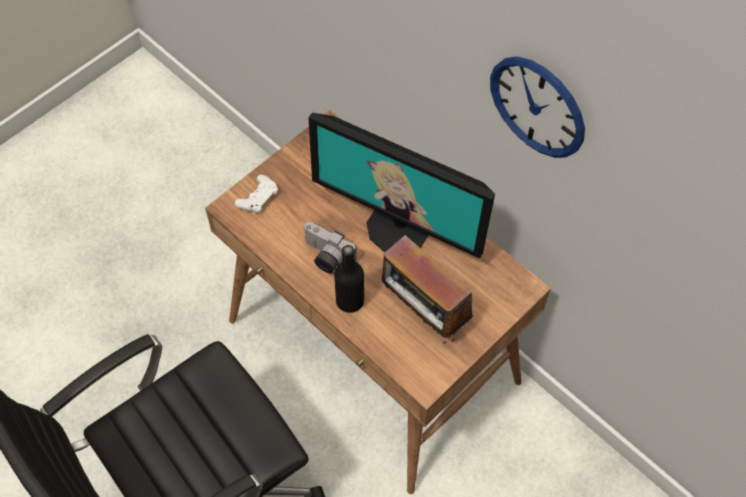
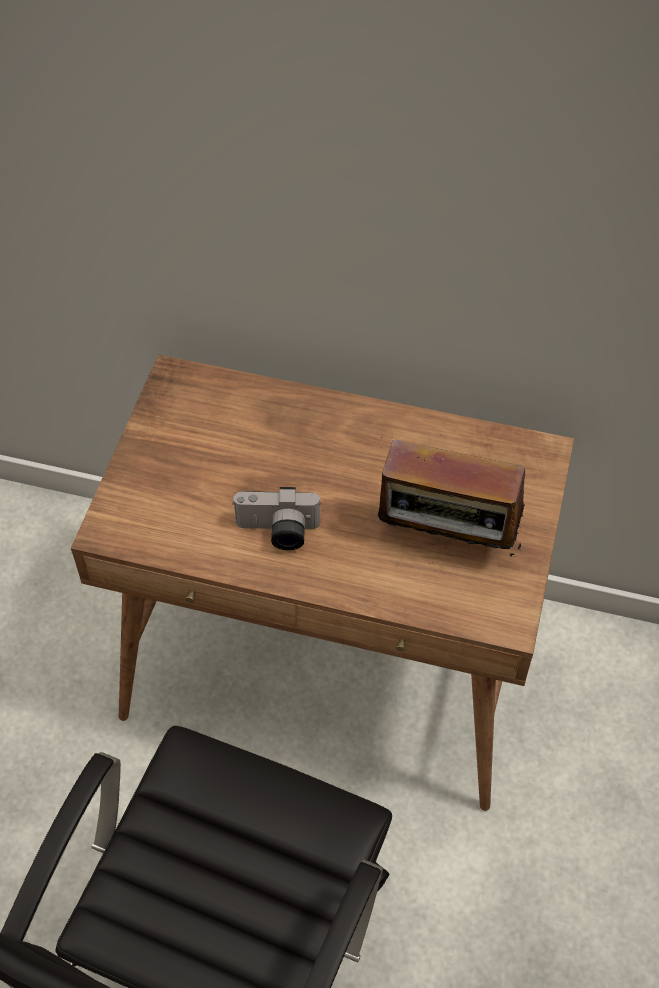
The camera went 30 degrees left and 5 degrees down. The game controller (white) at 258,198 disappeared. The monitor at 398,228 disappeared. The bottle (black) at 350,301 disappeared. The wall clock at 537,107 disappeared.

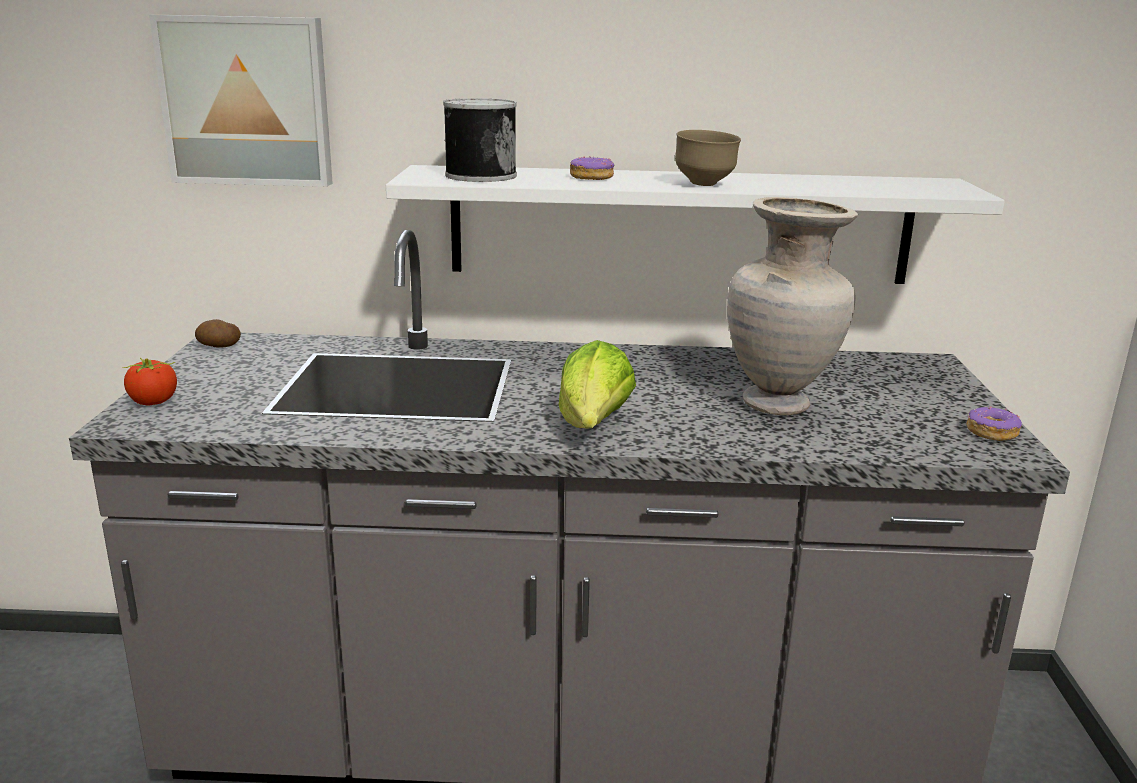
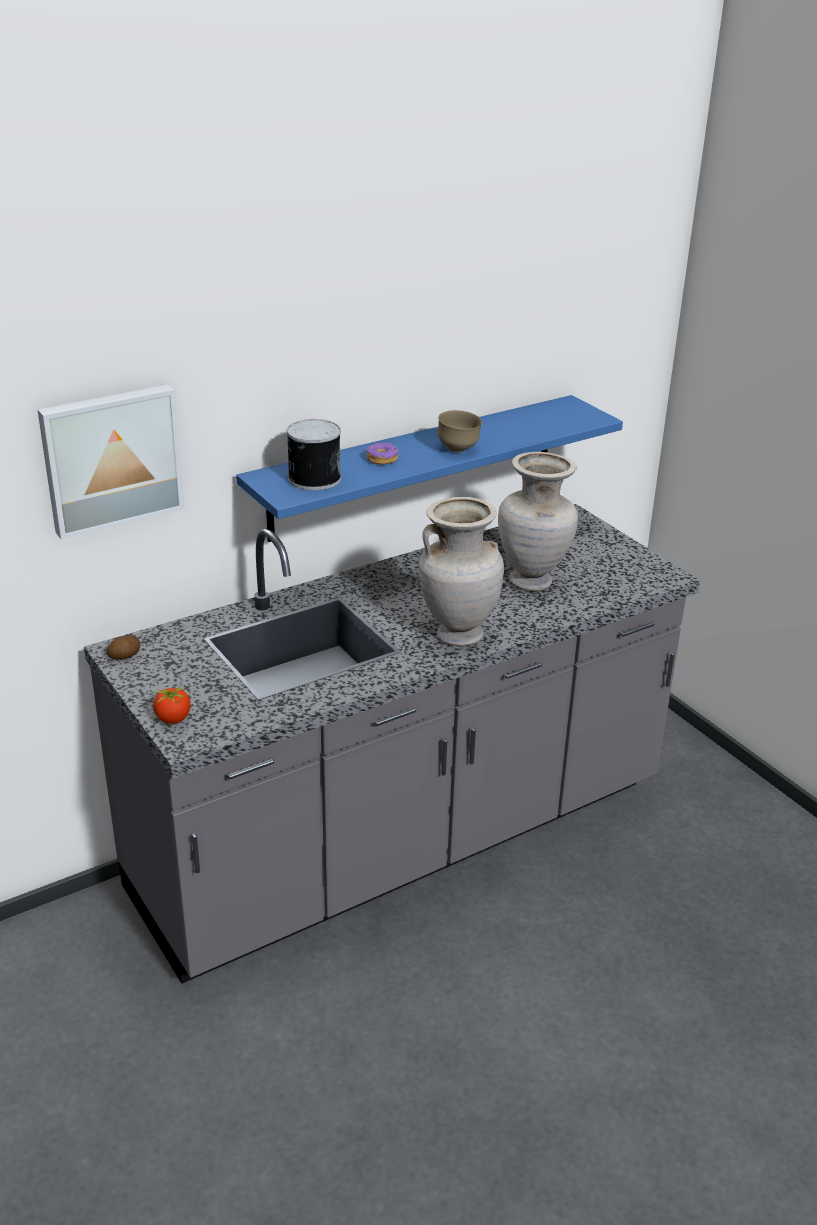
The camera went 35 degrees left and 10 degrees up. The shelf (white) at 679,225 became the shelf (blue) at 415,467. The lettuce at 593,426 was replaced by the vase (beige) at 458,635. The donut at 991,432 disappeared.

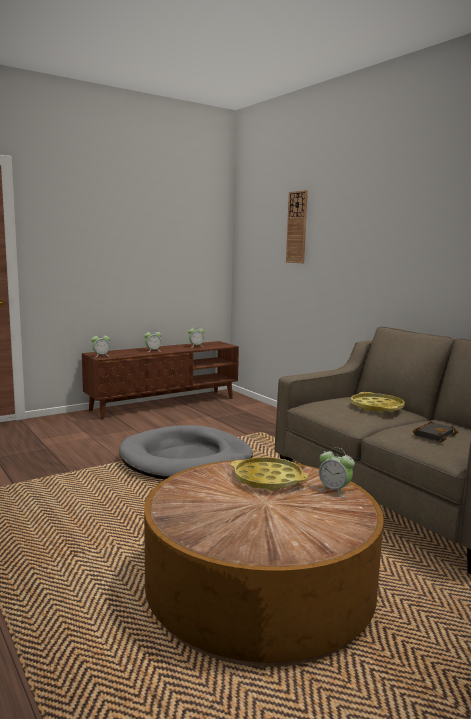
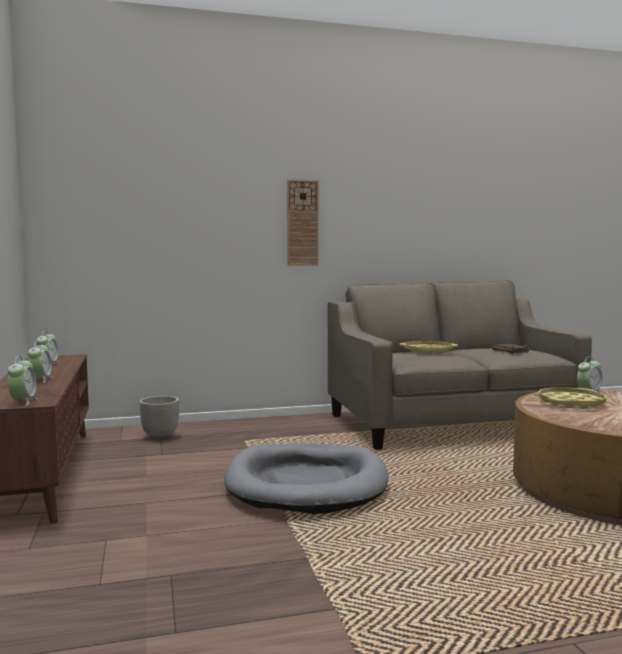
The camera went 70 degrees left and 5 degrees down. The wall clock moved from 297,227 to 302,223. The planter at 159,436 appeared.

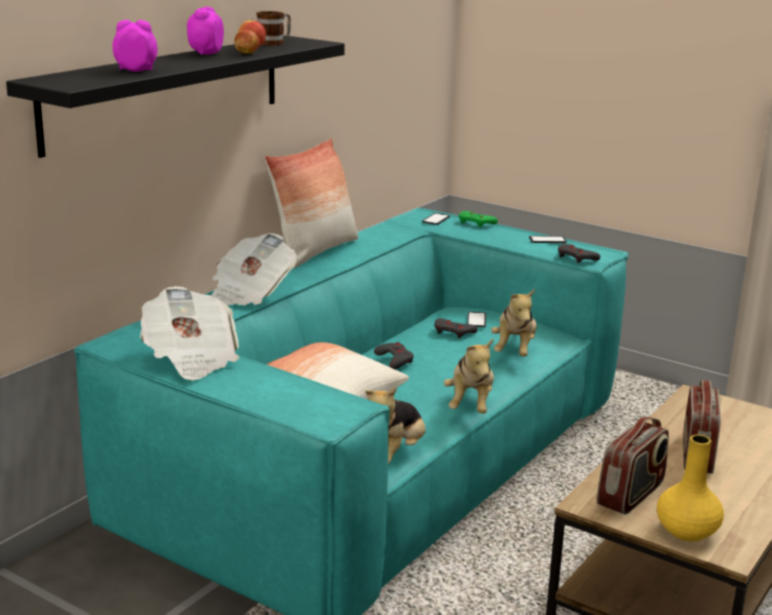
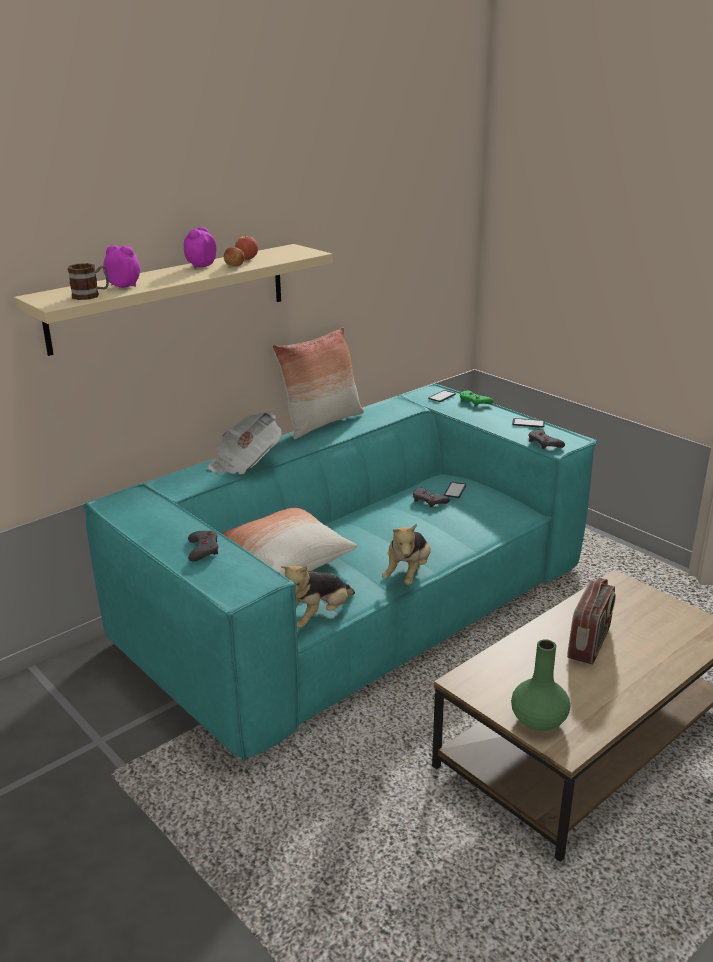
The camera went 15 degrees right and 5 degrees up. The shelf (black) at 167,91 became the shelf (beige) at 171,297. The newspaper at 191,358 disappeared. The mug moved from 275,43 to 91,295. The game controller (grey) moved from 394,360 to 203,549. The plush toy at 514,350 disappeared. The radio at 631,495 disappeared. The vase (yellow) at 686,531 became the vase (green) at 538,720.

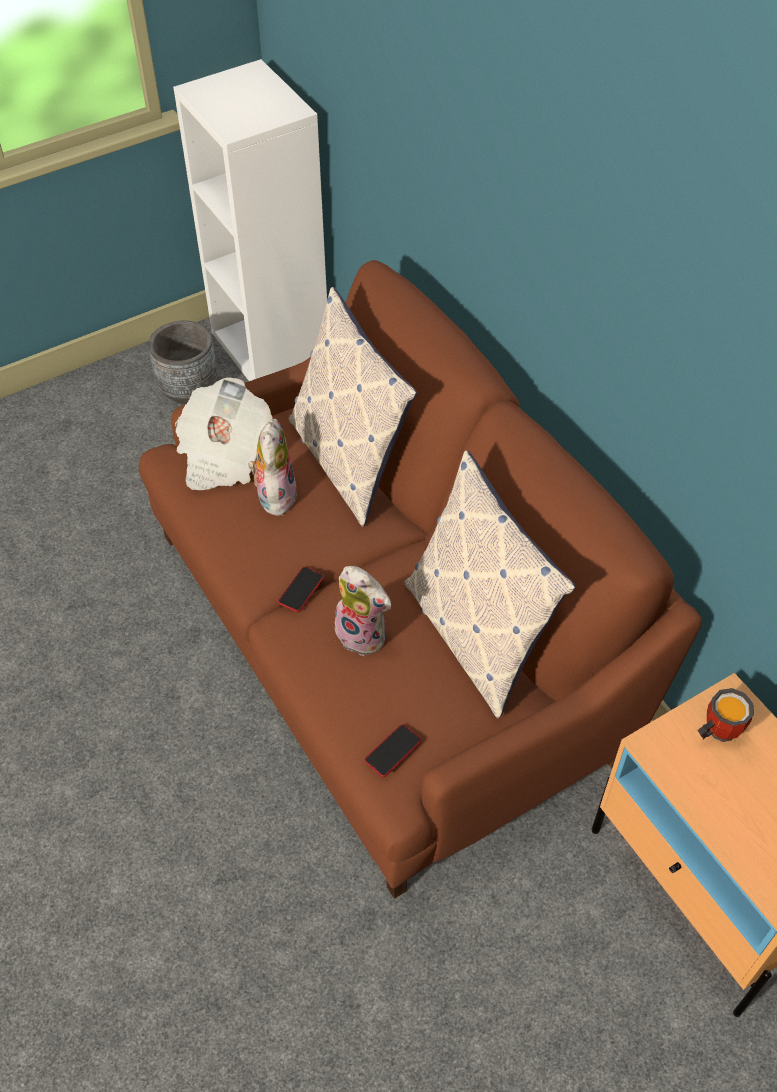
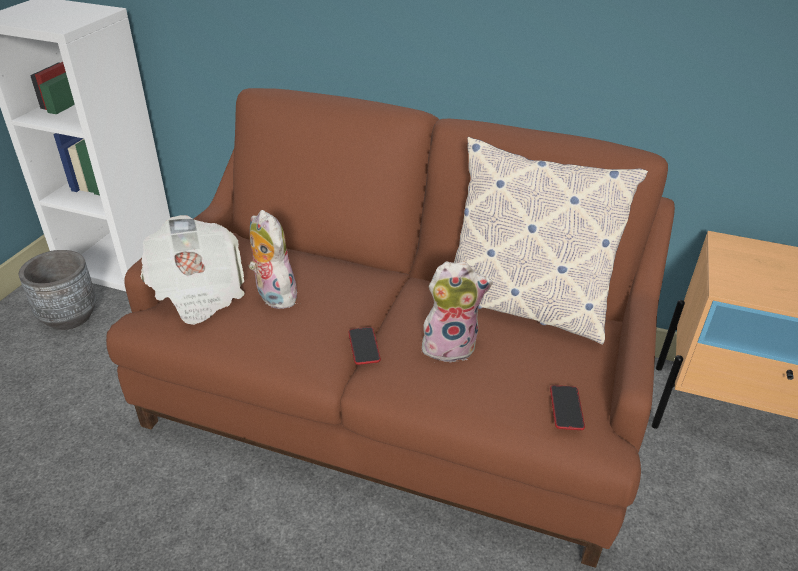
The camera went 40 degrees left and 15 degrees down. The pillow at 349,461 disappeared. The mug at 716,730 disappeared.

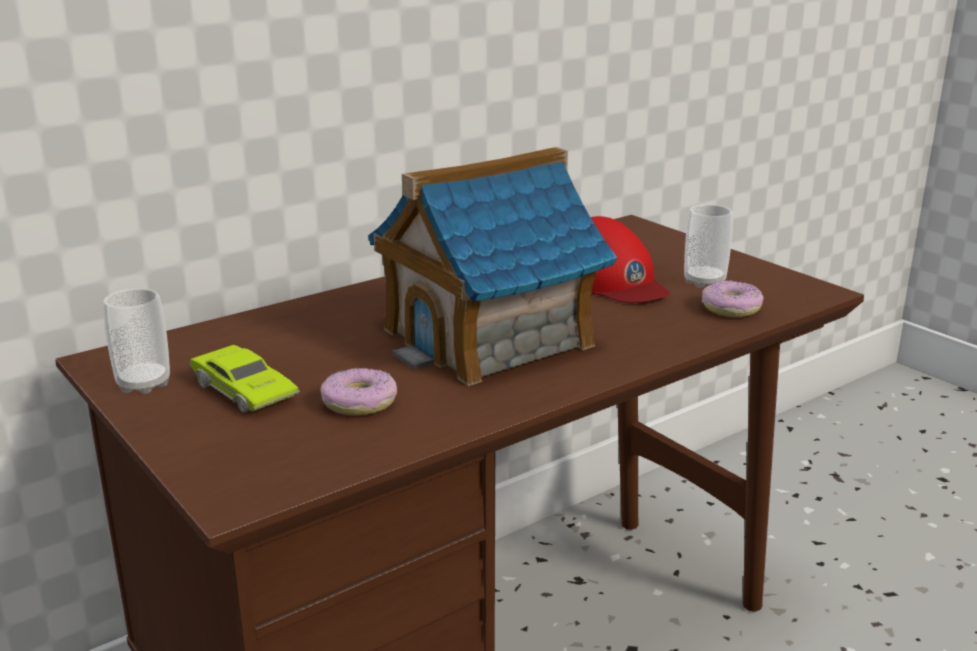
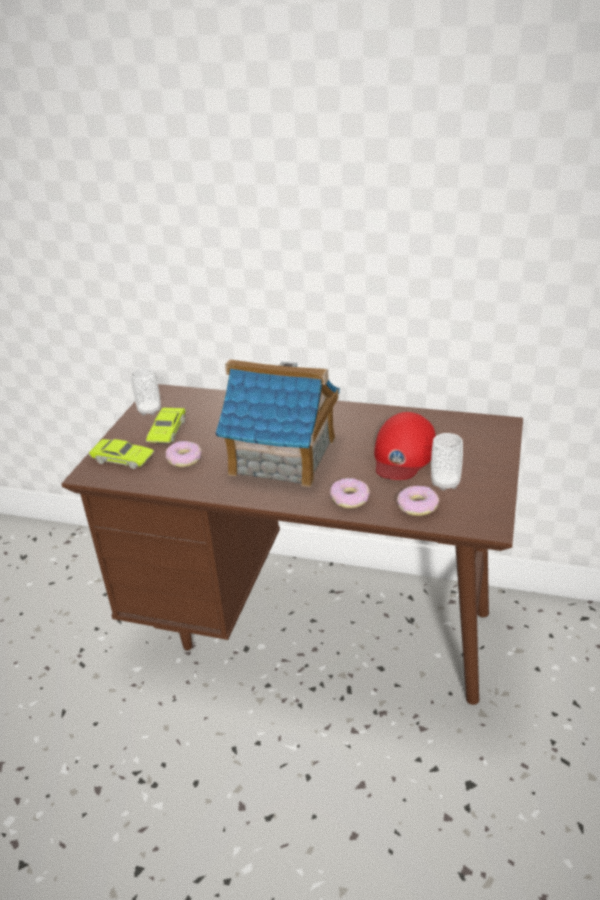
The camera went 55 degrees right and 10 degrees up. The toy car (green) at 123,459 appeared. The donut at 350,498 appeared.

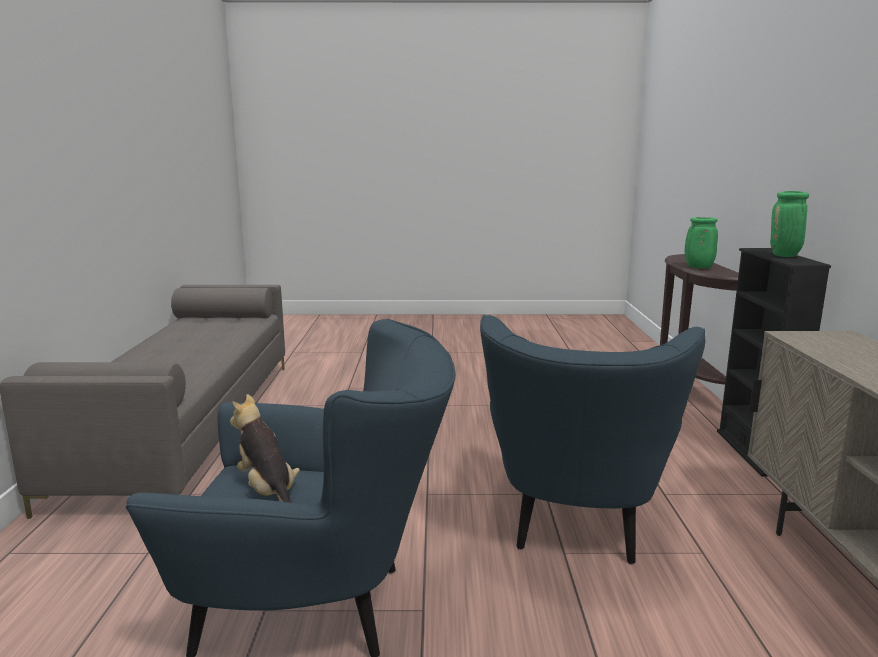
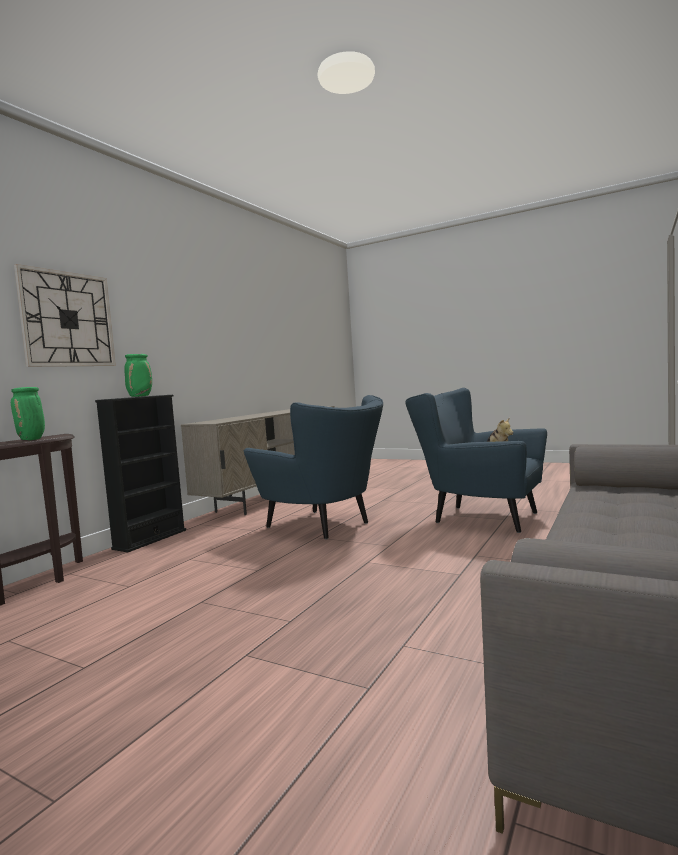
The camera went 150 degrees left and 10 degrees down. The armchair (blue) at 576,524 turned 90 degrees clockwise. The wall clock at 67,319 appeared.

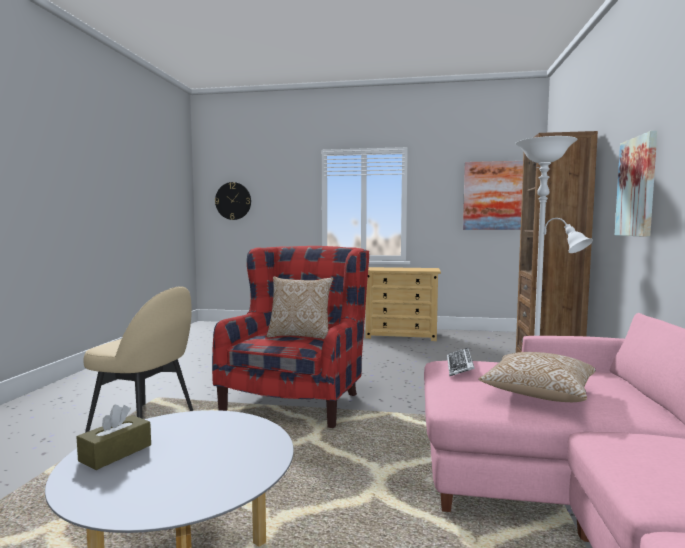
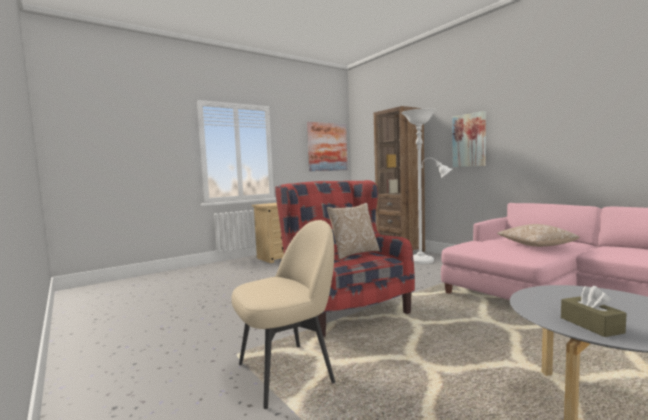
The camera went 45 degrees left and 0 degrees up. The wall clock at 233,201 disappeared. The keyboard at 460,366 disappeared.

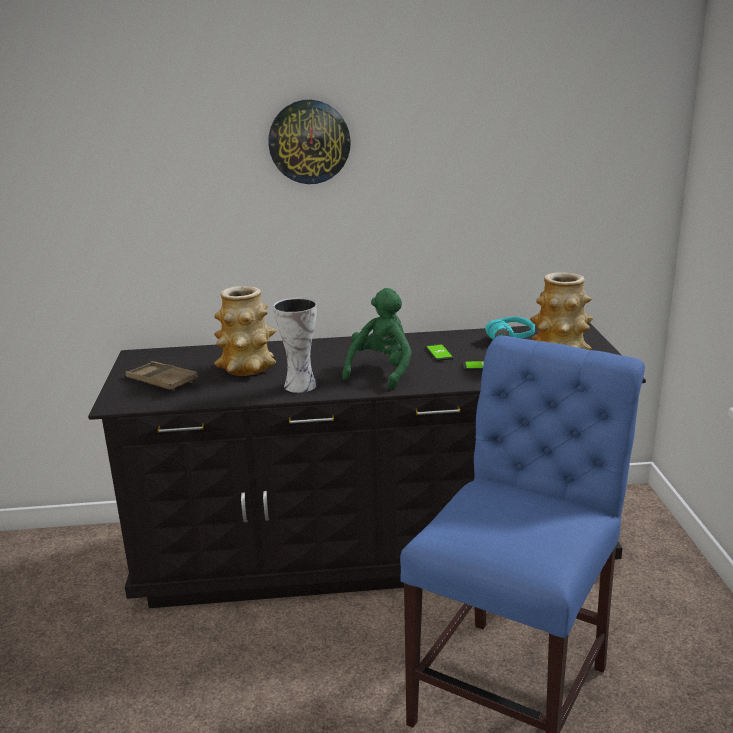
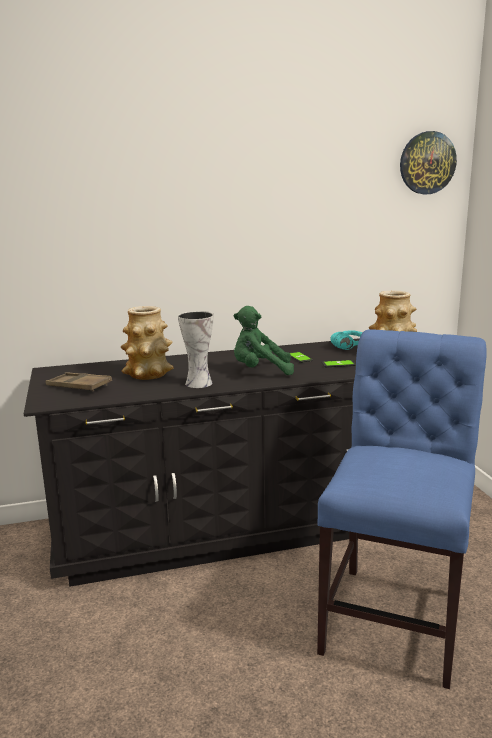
The camera went 10 degrees left and 5 degrees down. The wall clock moved from 309,142 to 427,163. The plush toy (green) at 381,371 turned 105 degrees counterclockwise.

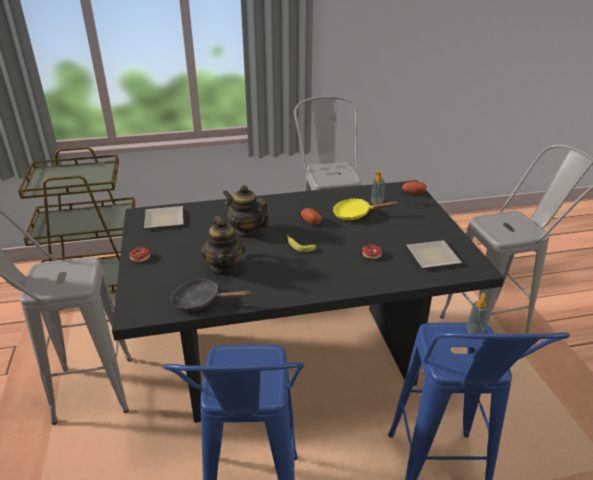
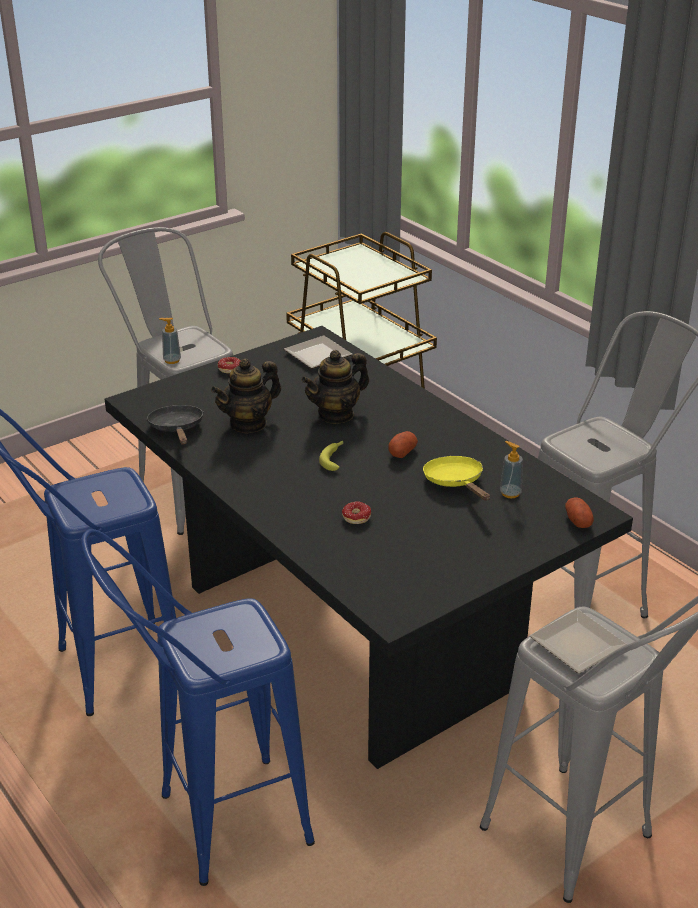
The camera went 65 degrees right and 0 degrees up. The teapot at 246,232 turned 135 degrees counterclockwise. The plate moved from 430,256 to 577,642. The soap dispenser moved from 474,331 to 172,360.

